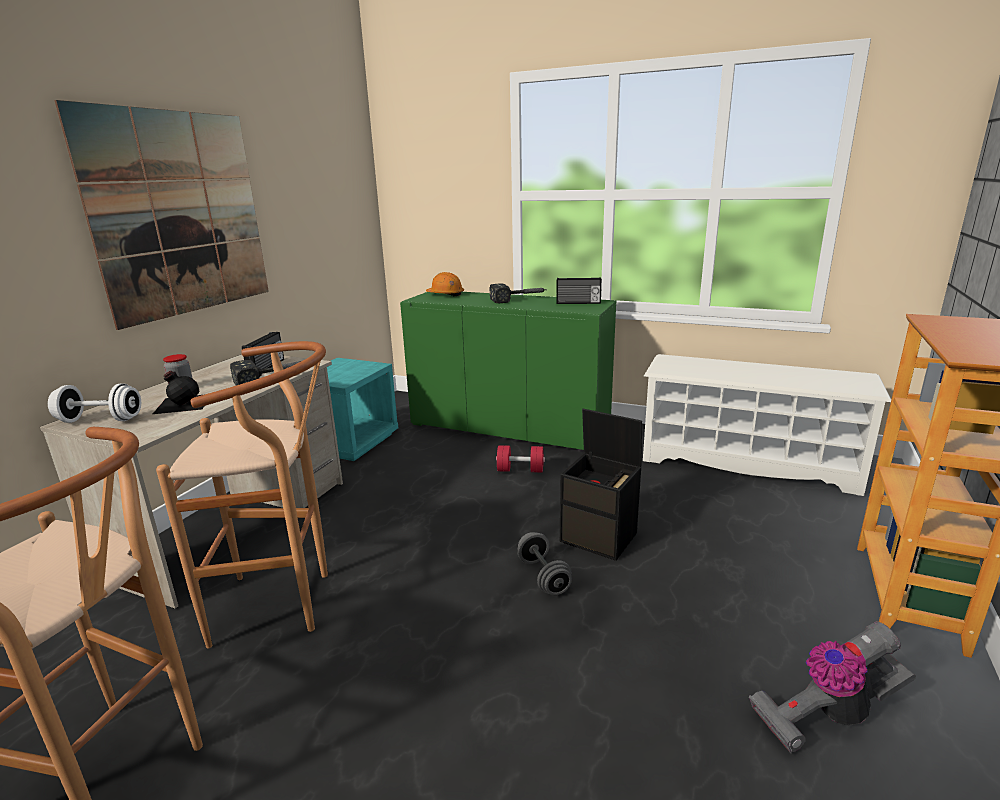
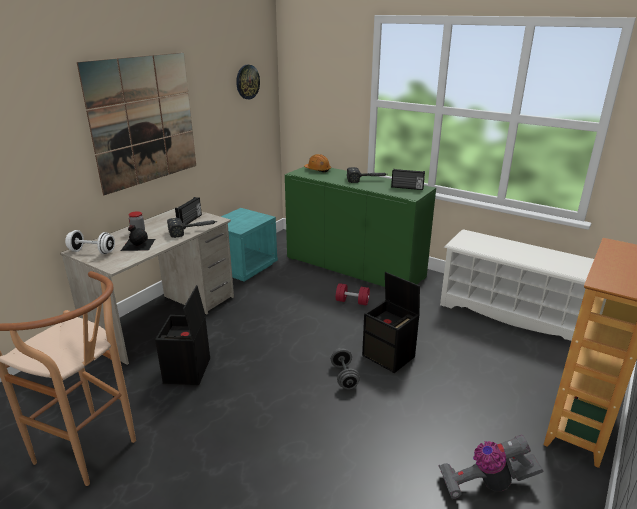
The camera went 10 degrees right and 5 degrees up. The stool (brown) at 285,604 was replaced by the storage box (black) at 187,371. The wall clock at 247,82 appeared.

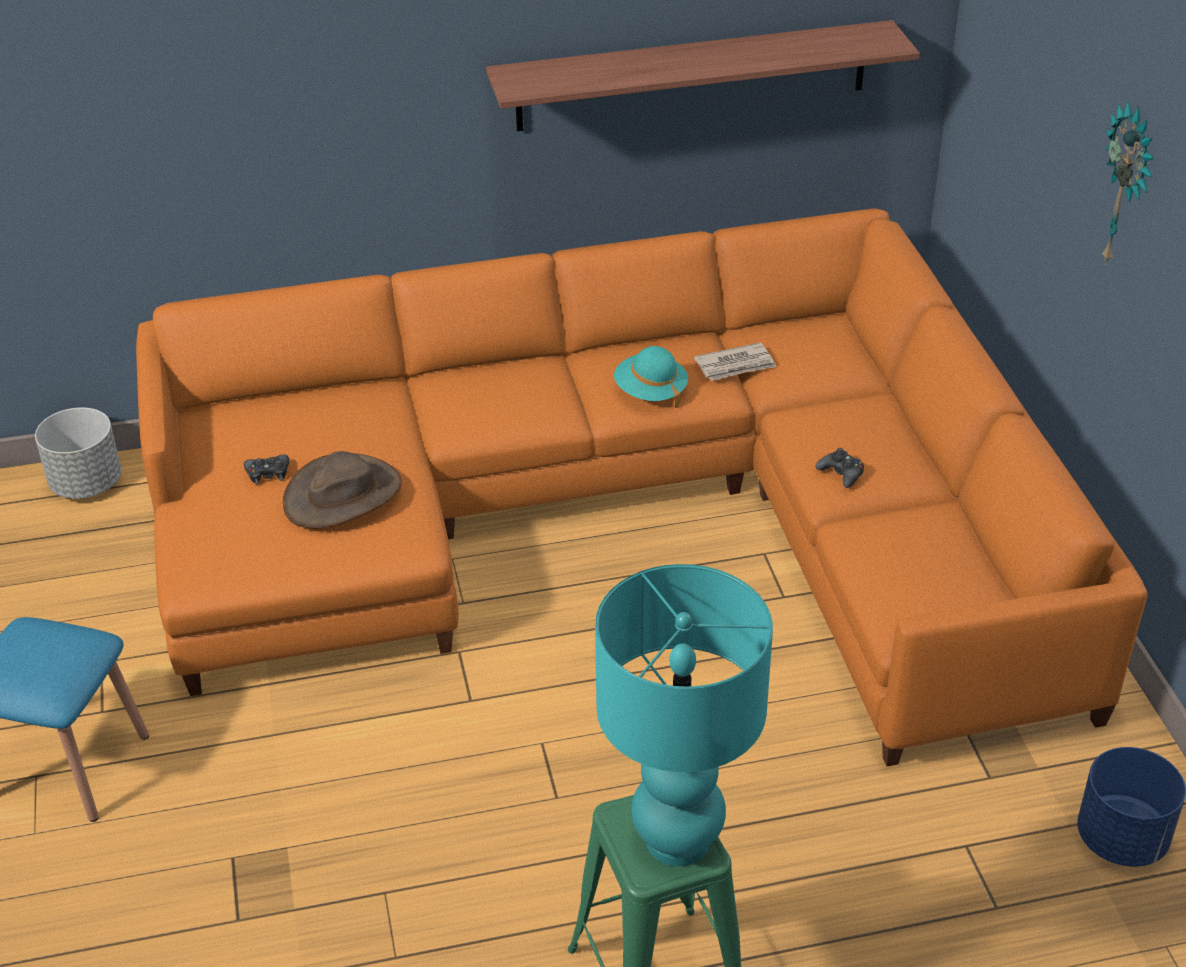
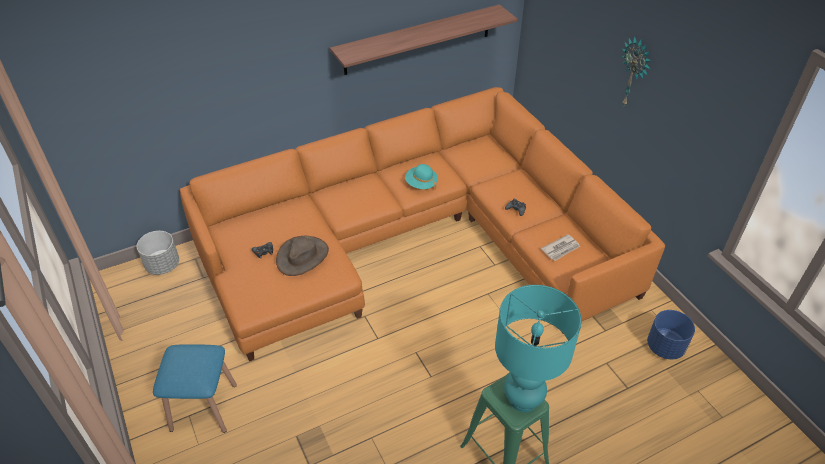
The camera went 15 degrees left and 5 degrees up. The newspaper moved from 736,365 to 561,249.

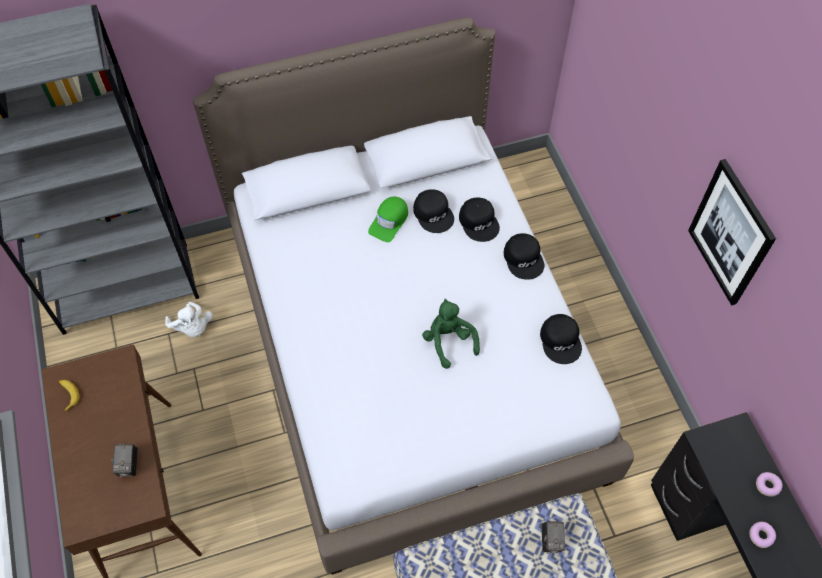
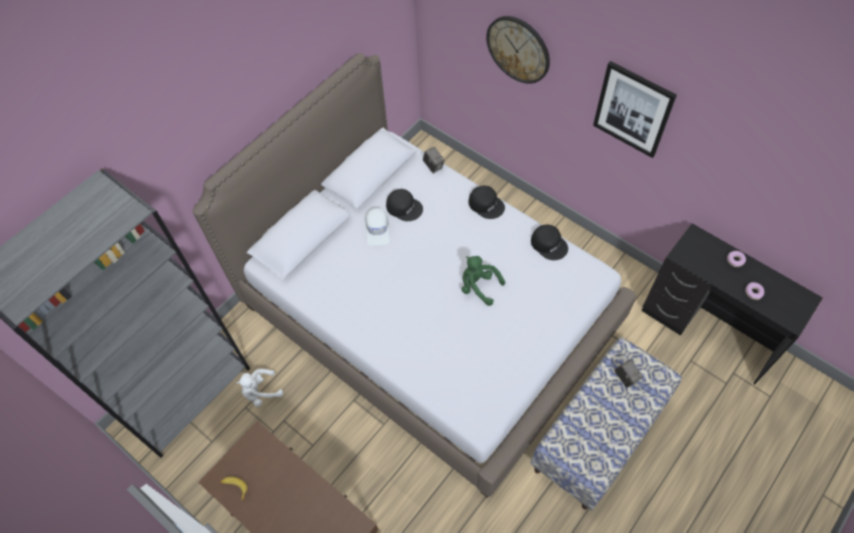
The camera went 30 degrees left and 0 degrees up. The photo camera moved from 129,465 to 433,166. The plush toy (white) at 192,327 turned 135 degrees clockwise. The cap (green) at 389,221 became the cap (white) at 377,229. The cap (black) at 479,222 disappeared. The wall clock at 518,49 appeared.

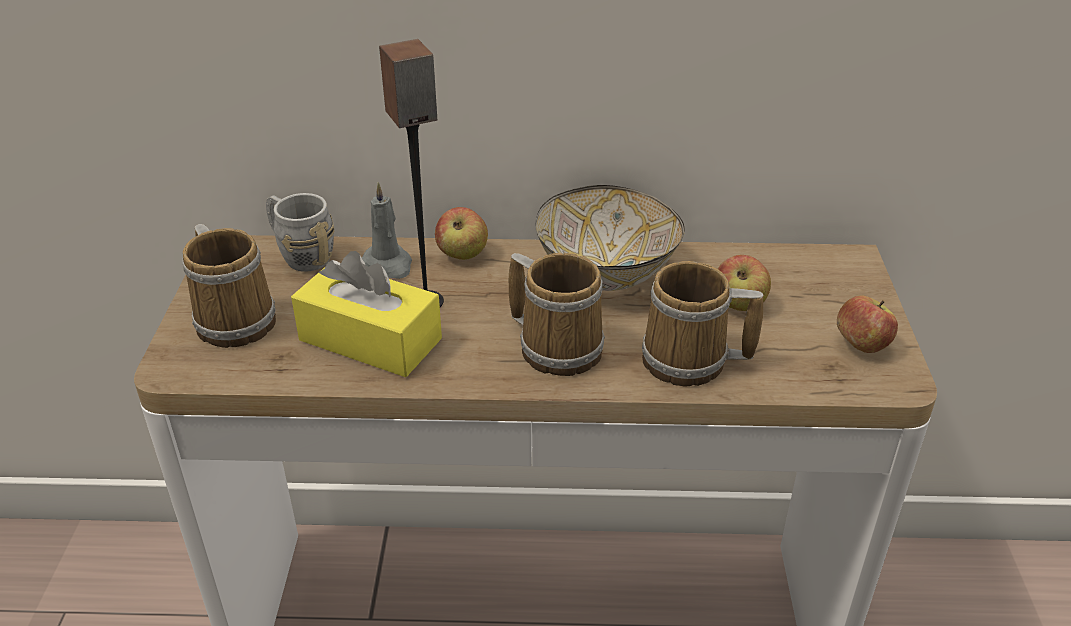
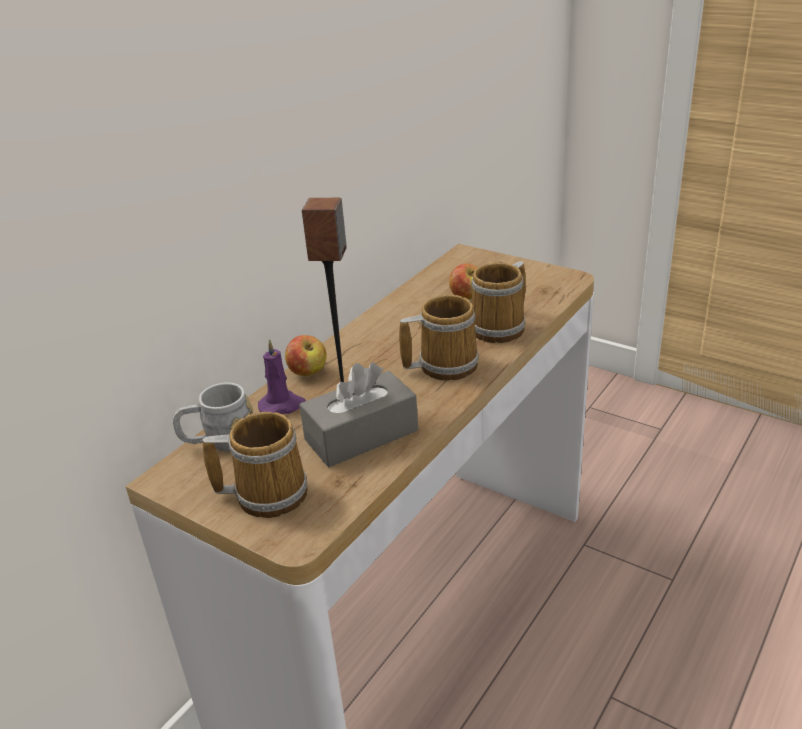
The camera went 55 degrees left and 5 degrees down. The tissue box (yellow) at 370,339 became the tissue box (grey) at 361,435. The candle (grey) at 388,265 became the candle (purple) at 282,405. The bowl at 607,274 disappeared. The apple at 861,345 disappeared.

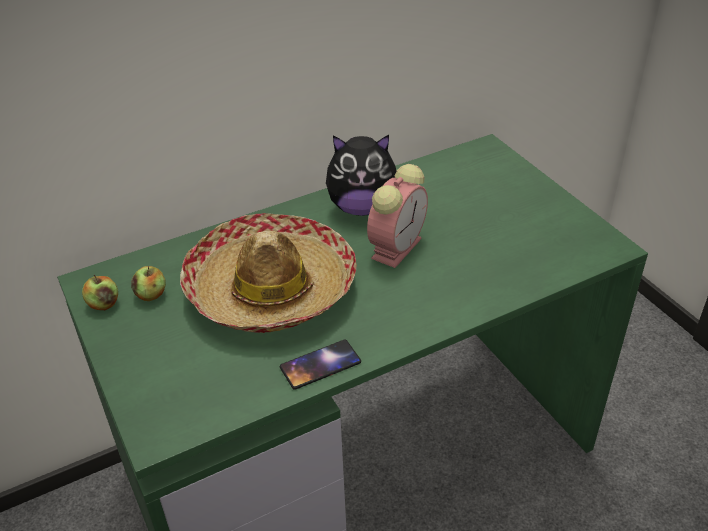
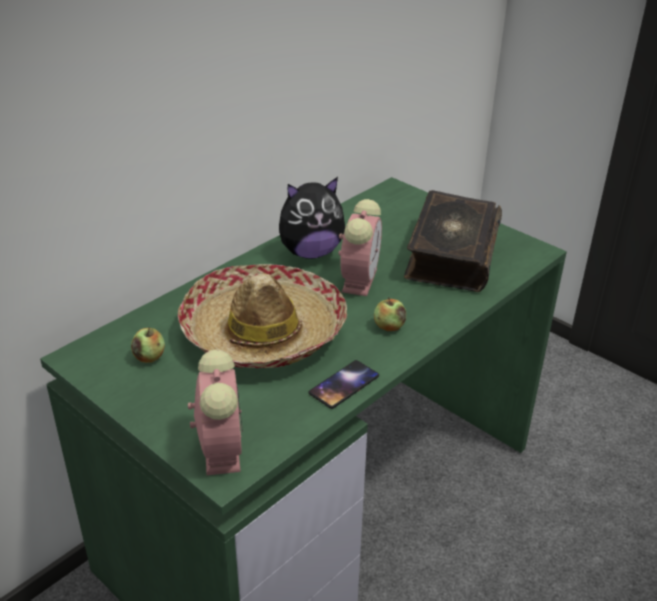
The camera went 20 degrees left and 5 degrees down. The apple moved from 104,304 to 389,326. The alarm clock at 220,447 appeared. The book at 450,255 appeared.

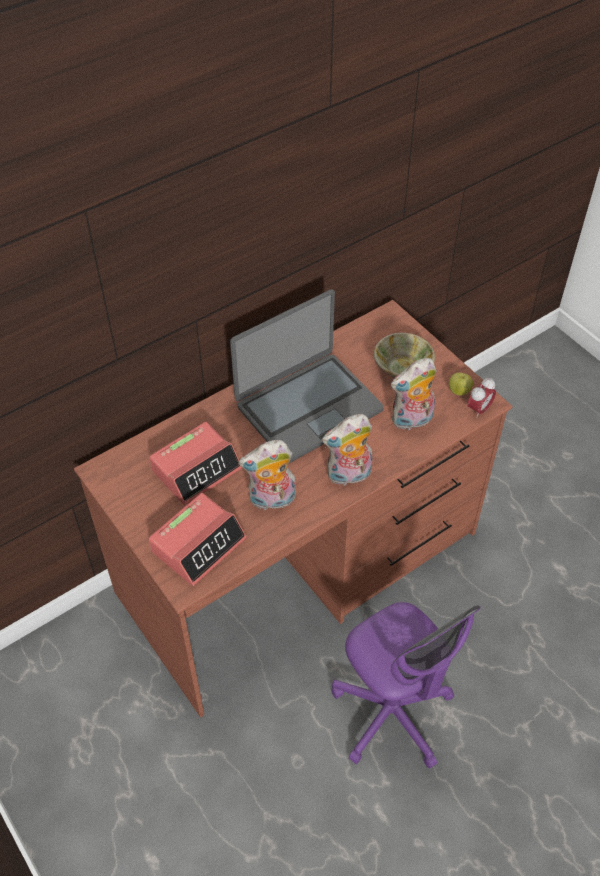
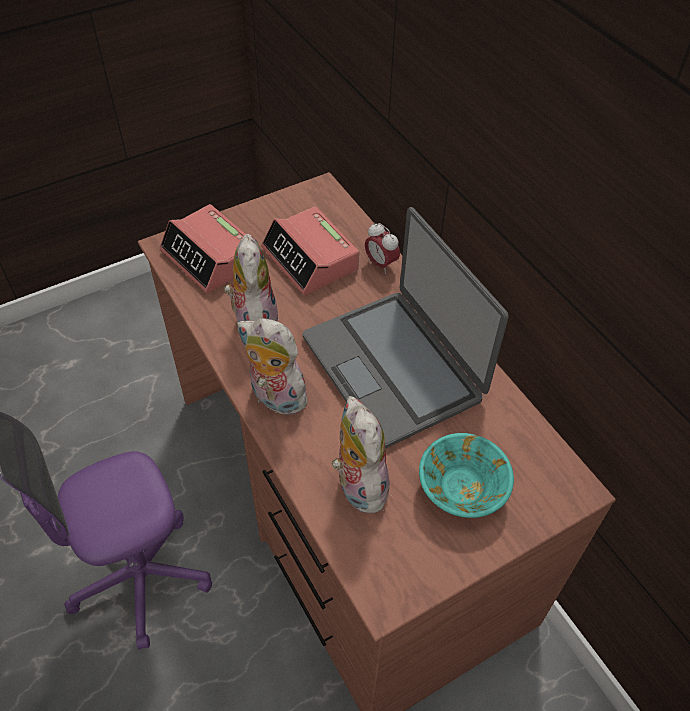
The camera went 95 degrees right and 0 degrees up. The plush toy at 348,475 turned 45 degrees counterclockwise. The bowl (beige) at 403,368 became the bowl (turquoise) at 462,489. The apple at 459,391 disappeared. The alarm clock moved from 479,410 to 380,264.

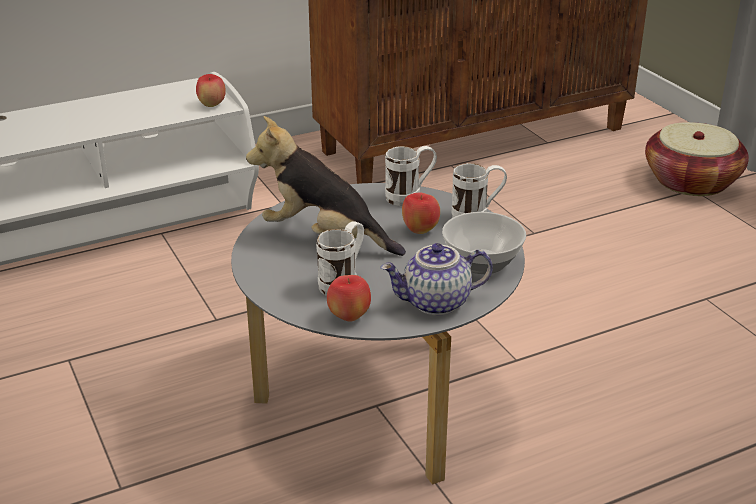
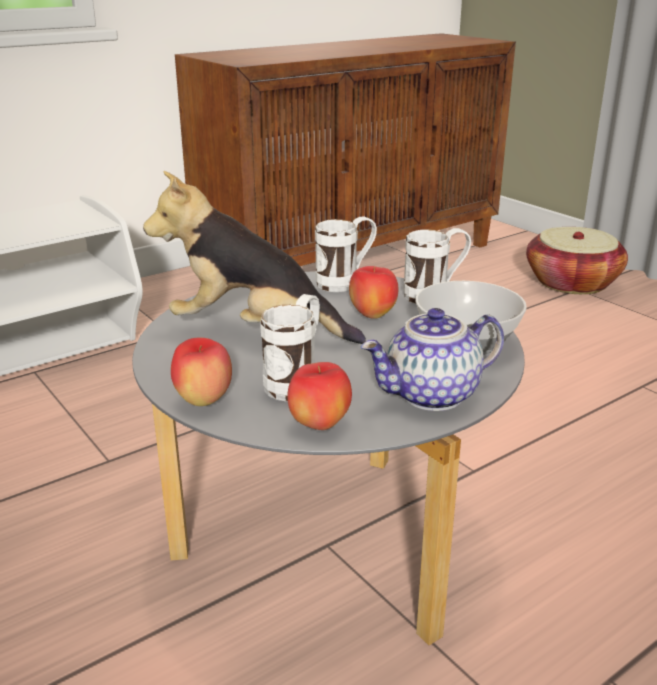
The camera went 10 degrees left and 5 degrees down. The apple moved from 212,105 to 204,401.

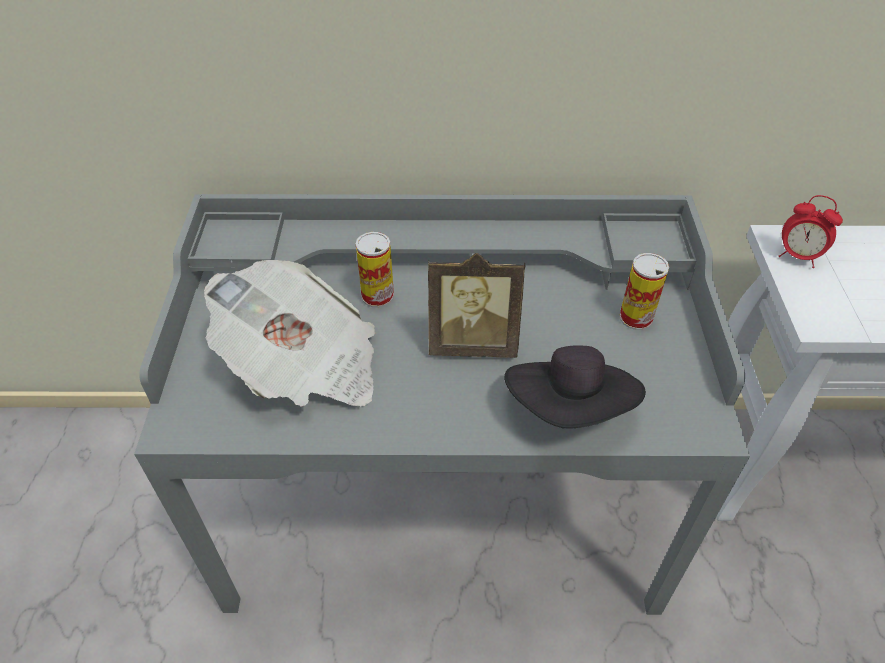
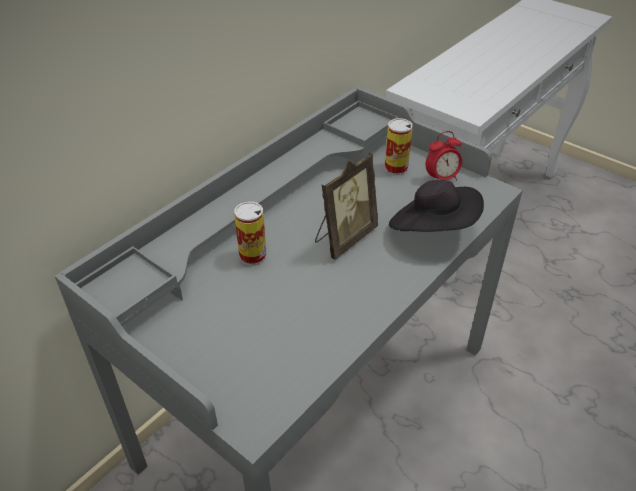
The camera went 50 degrees left and 5 degrees down. The newspaper at 304,365 disappeared. The alarm clock moved from 798,256 to 441,179.

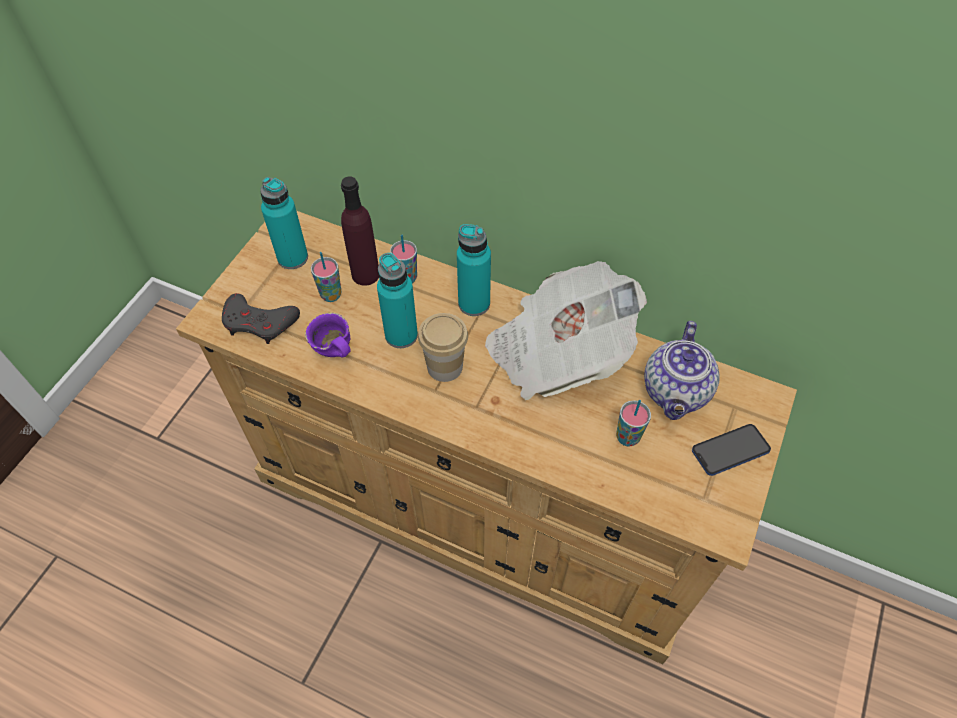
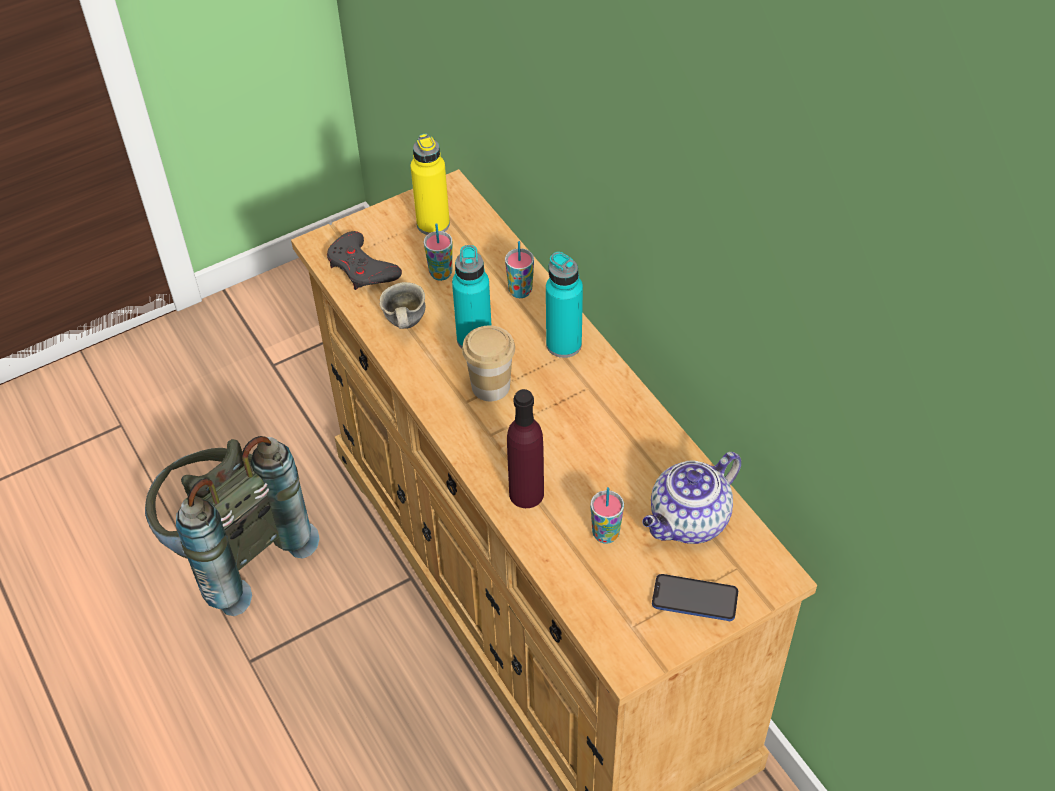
The camera went 35 degrees right and 5 degrees down. The bottle (turquoise) at 292,258 became the bottle (yellow) at 433,224. The mug (purple) at 333,353 became the mug (grey) at 403,325. The bottle (purple) moved from 365,274 to 526,493. The newspaper at 558,352 disappeared. The backpack (grey) at 233,553 appeared.

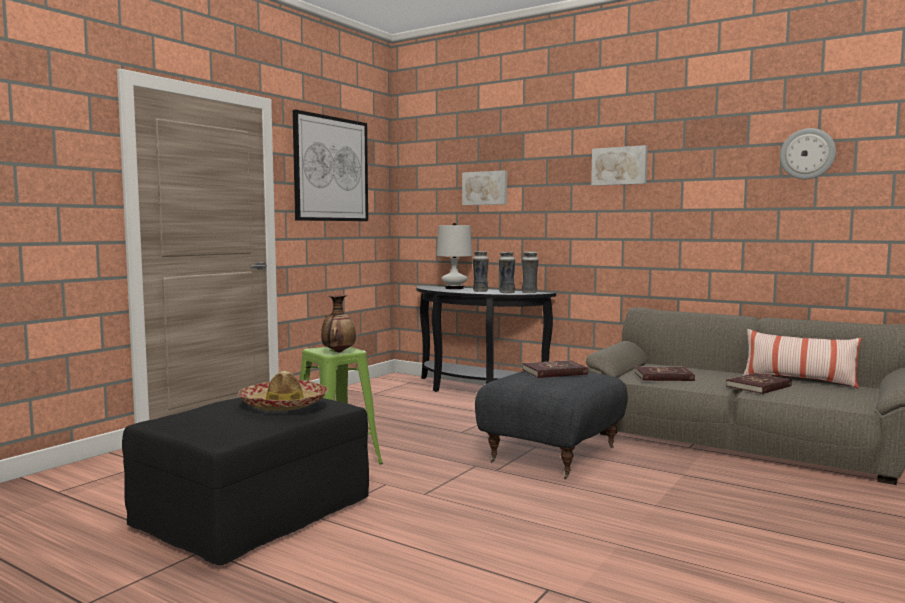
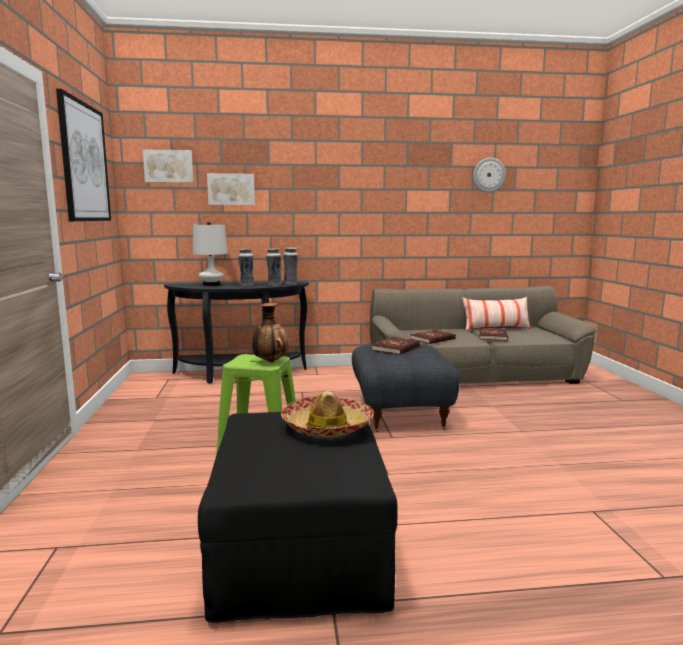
The camera went 40 degrees left and 5 degrees up. The picture moved from 619,166 to 168,166.

